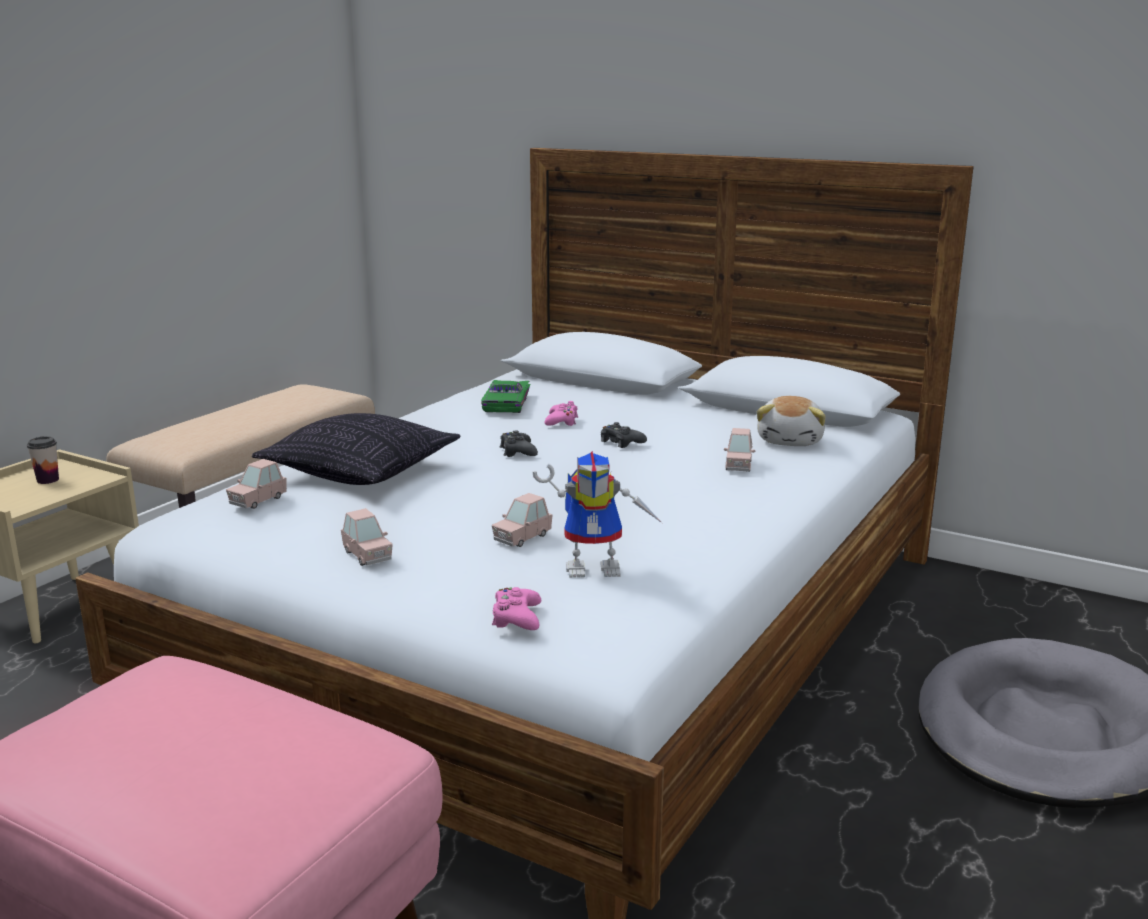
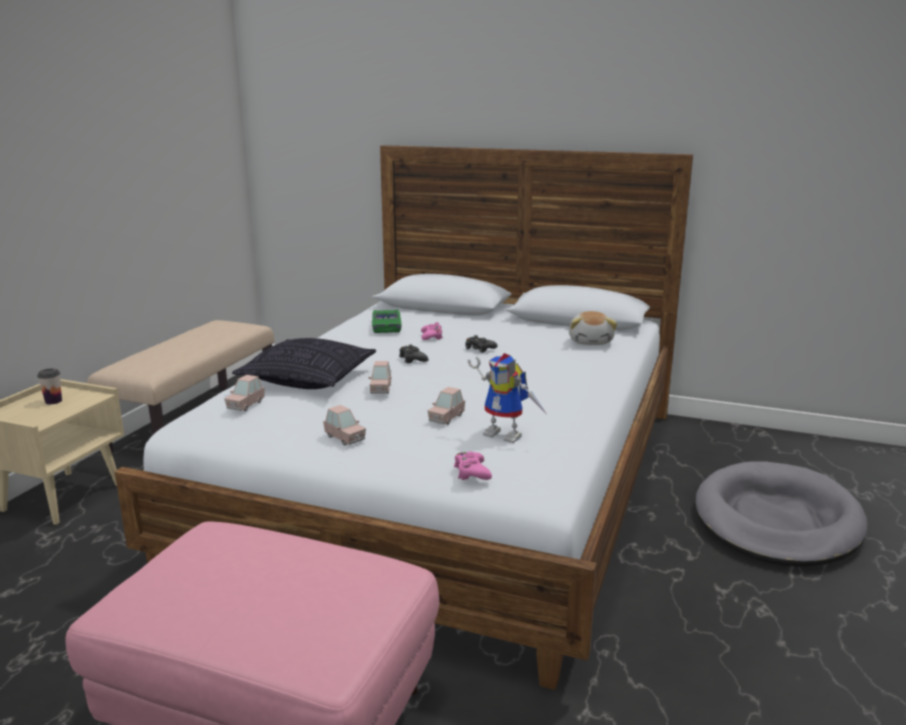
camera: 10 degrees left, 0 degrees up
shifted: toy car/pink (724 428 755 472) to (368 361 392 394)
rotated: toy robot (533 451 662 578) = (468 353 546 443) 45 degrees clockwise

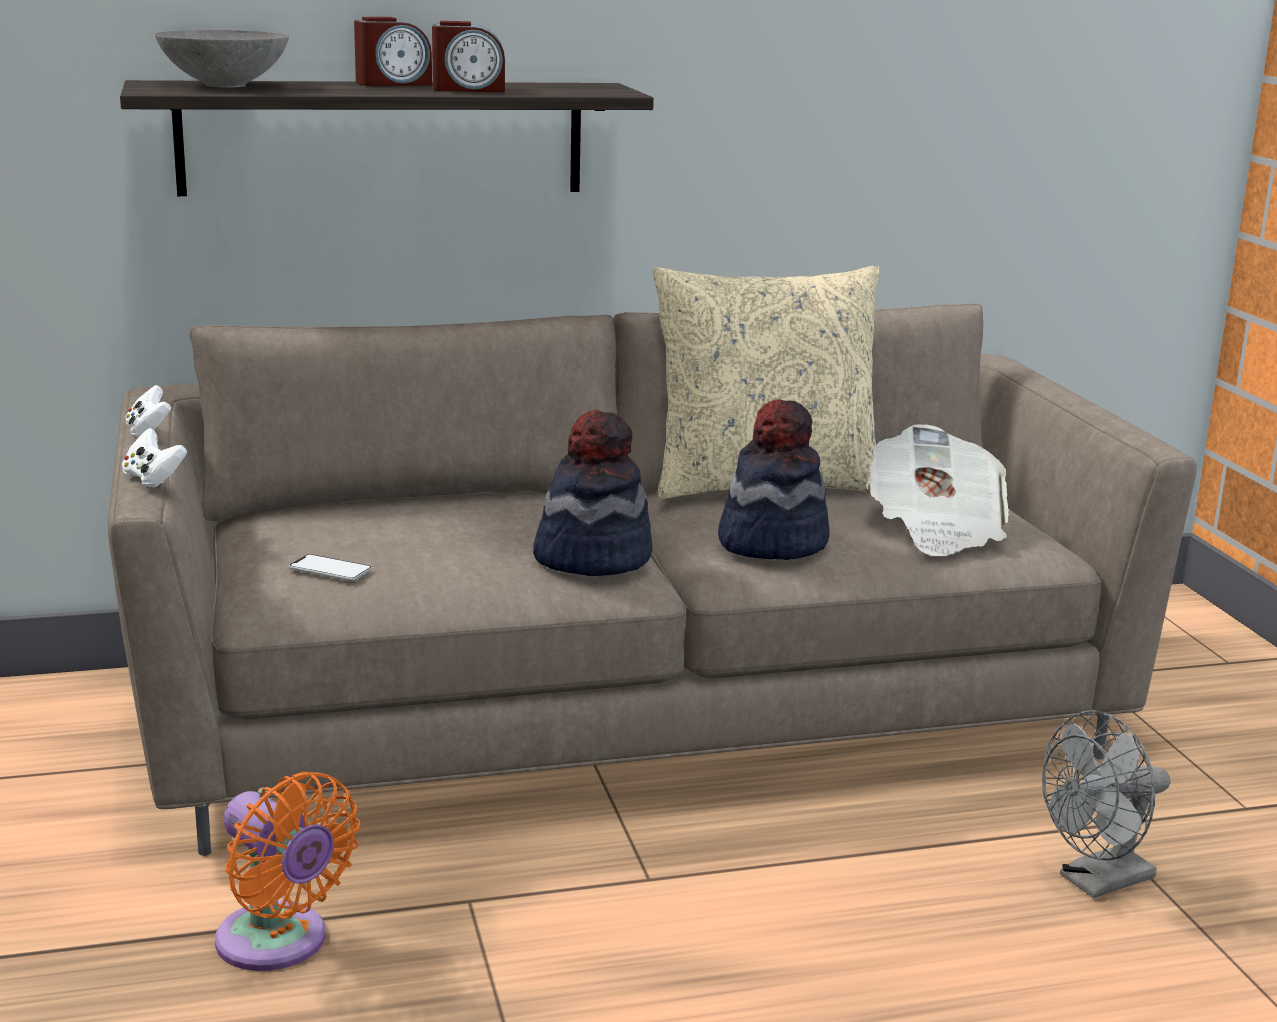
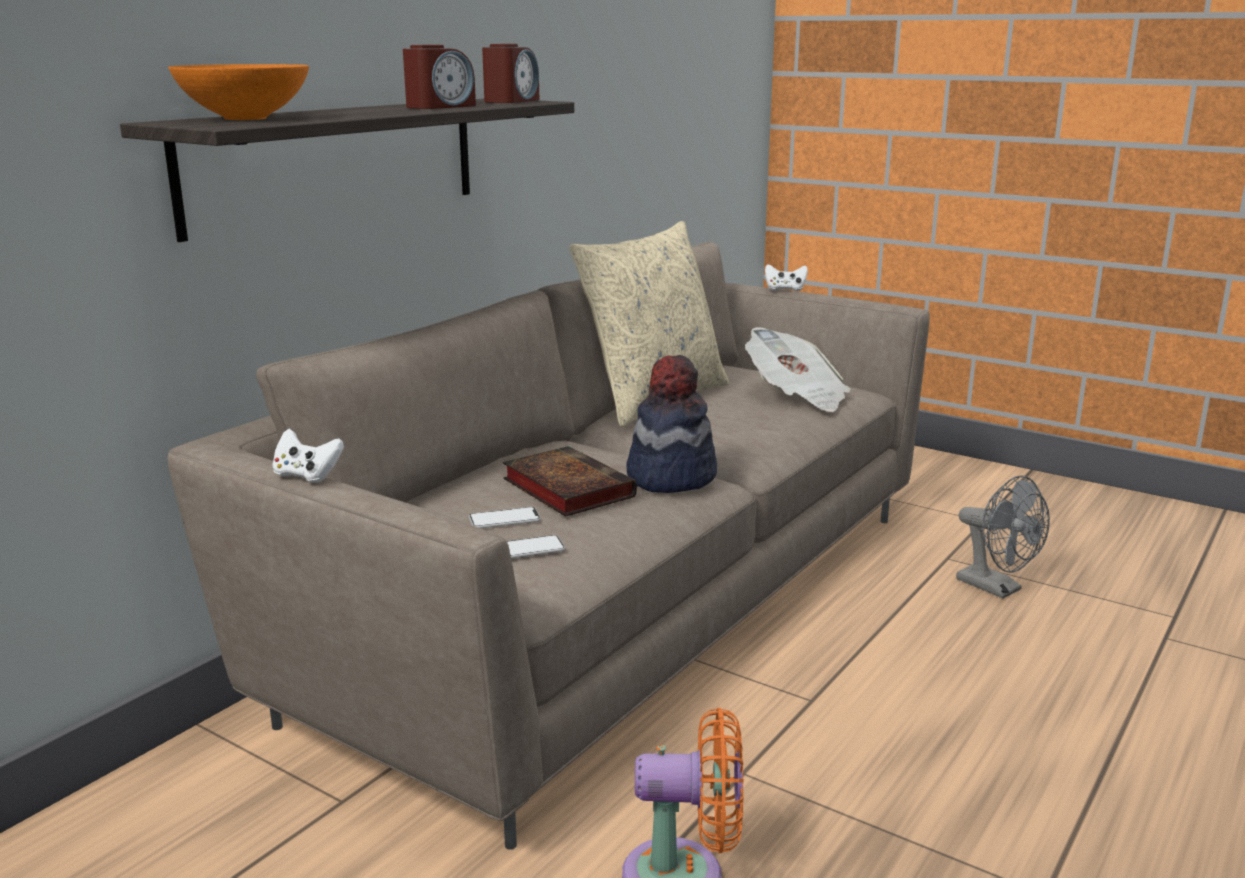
camera: 40 degrees left, 0 degrees up
gone: hat (718 399 830 560)
new: phone (469 507 541 528); book (503 446 637 517)
shifted: game controller/white (122 428 187 488) to (765 264 808 291); alarm clock (354 17 432 86) to (482 44 540 103)
repainted: bowl/grey (155 30 289 87) to bowl/orange (168 64 309 120)
rotated: fan/grey (1042 710 1171 898) = (956 475 1050 599) 60 degrees counterclockwise

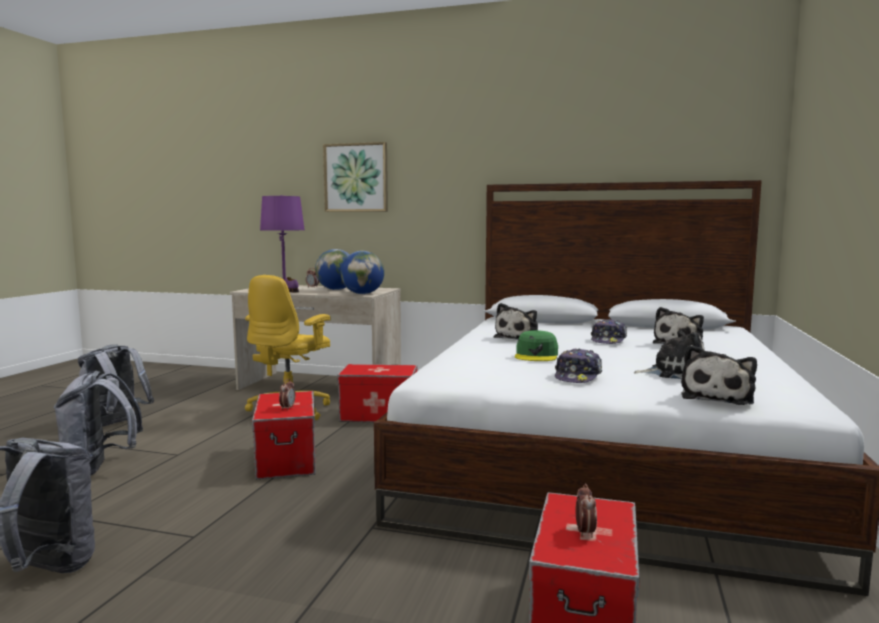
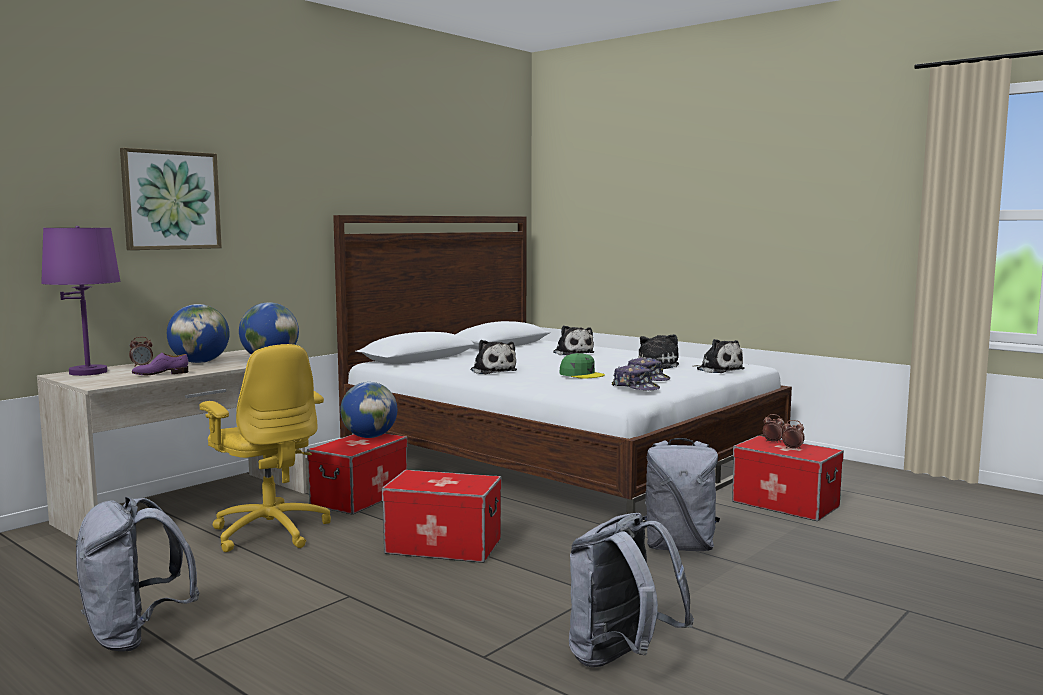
camera: 65 degrees left, 0 degrees up
new: globe (340 382 397 438)
shifted: backpack/grey (53 371 143 476) to (642 438 720 551); alarm clock (279 379 296 410) to (763 414 785 443); cap (591 319 627 344) to (612 365 660 391)

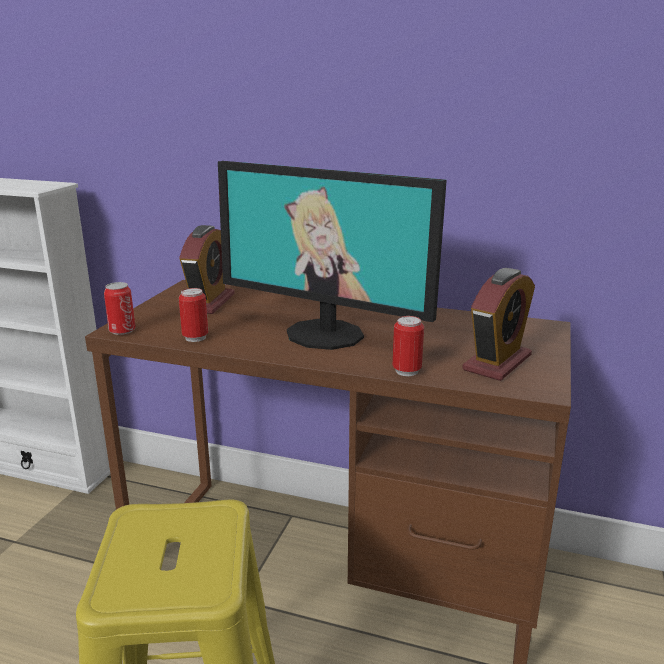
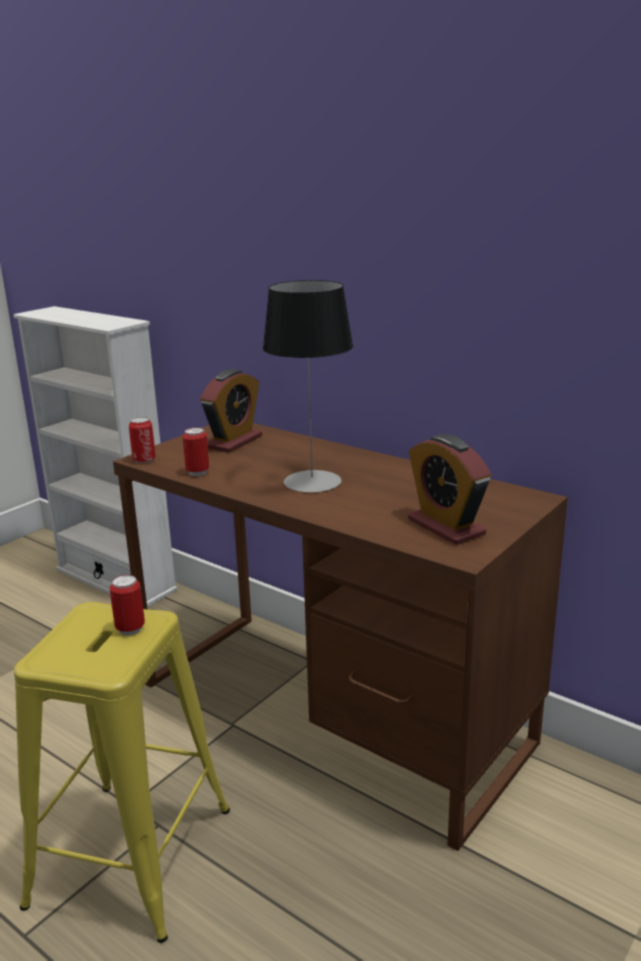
camera: 20 degrees right, 0 degrees up
shifted: can (393 316 424 376) to (110 575 145 635)
swapped: monitor (218 161 447 350) to table lamp (263 280 353 493)
rotated: alarm clock (462 268 535 381) = (408 434 492 545) 90 degrees clockwise

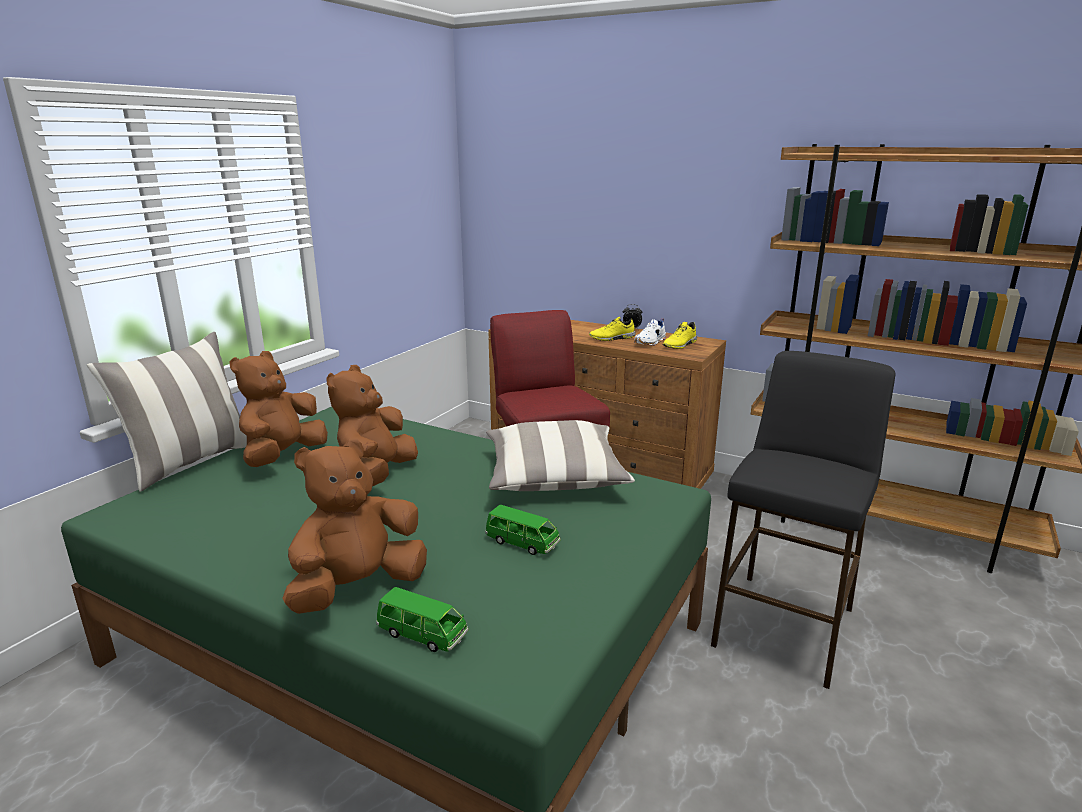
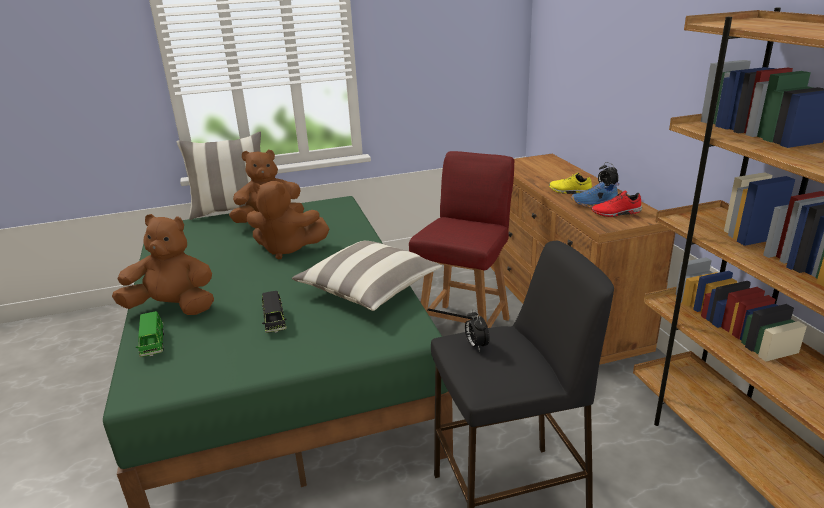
camera: 45 degrees right, 5 degrees up
new: alarm clock (465 309 490 351)
repainted: toy car/green (485 505 560 555) to toy car/black (262 291 287 333); shoe/white (634 318 666 346) to shoe/blue (571 182 619 208); shoe/yellow (663 322 697 349) to shoe/red (591 191 642 217)
rotated: plush toy/brown (326 365 418 486) = (247 181 329 260) 135 degrees counterclockwise

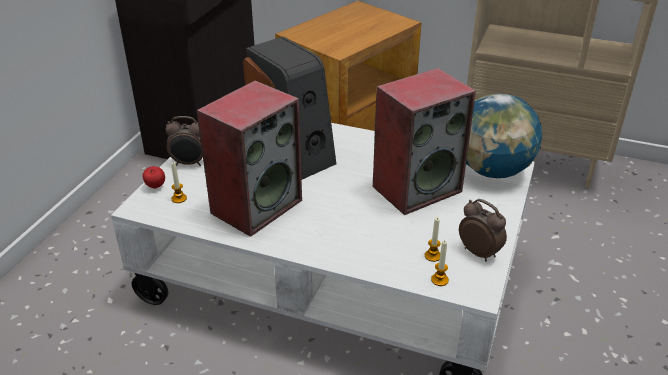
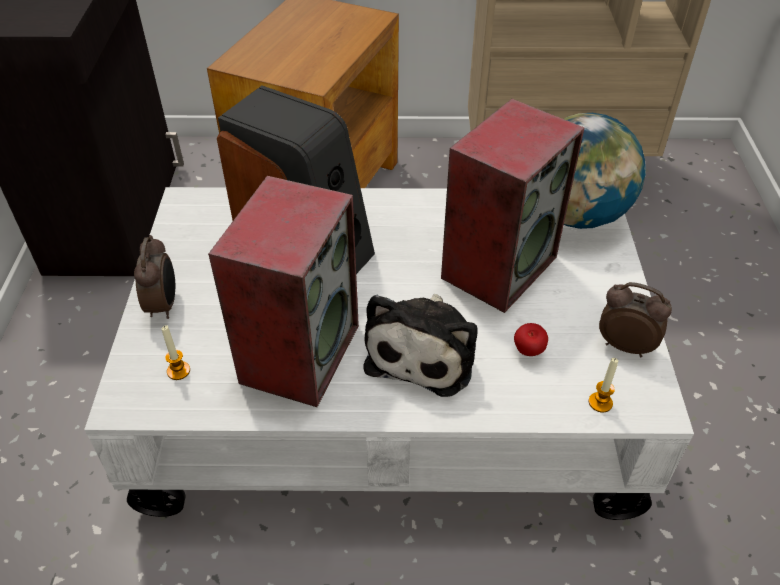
camera: 20 degrees left, 10 degrees up
gone: candle (425 217 441 262)
new: plush toy (363 294 478 397)
shifted: apple (142 166 165 189) to (514 323 548 356)
rotated: alarm clock (166 116 203 166) = (134 235 175 319) 75 degrees counterclockwise

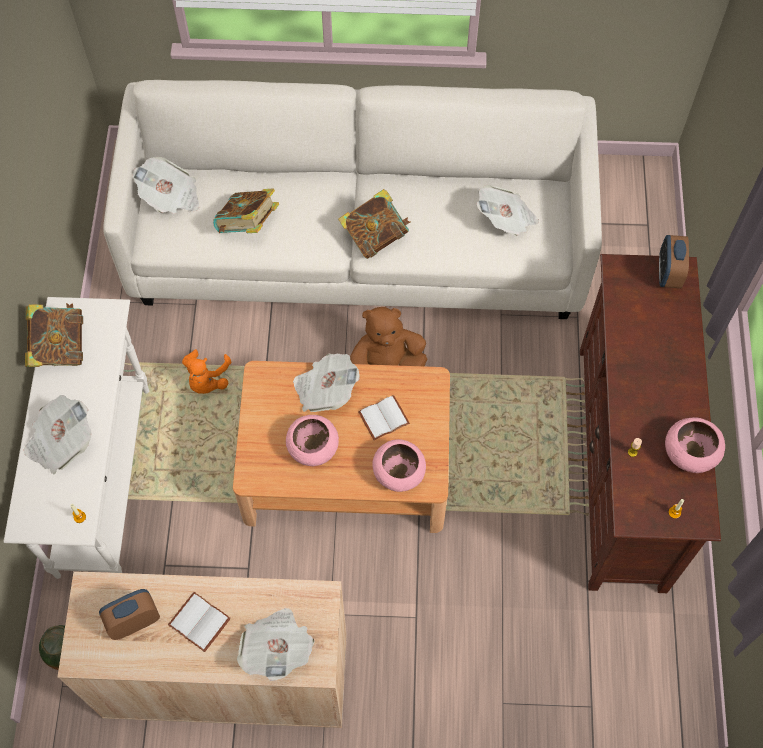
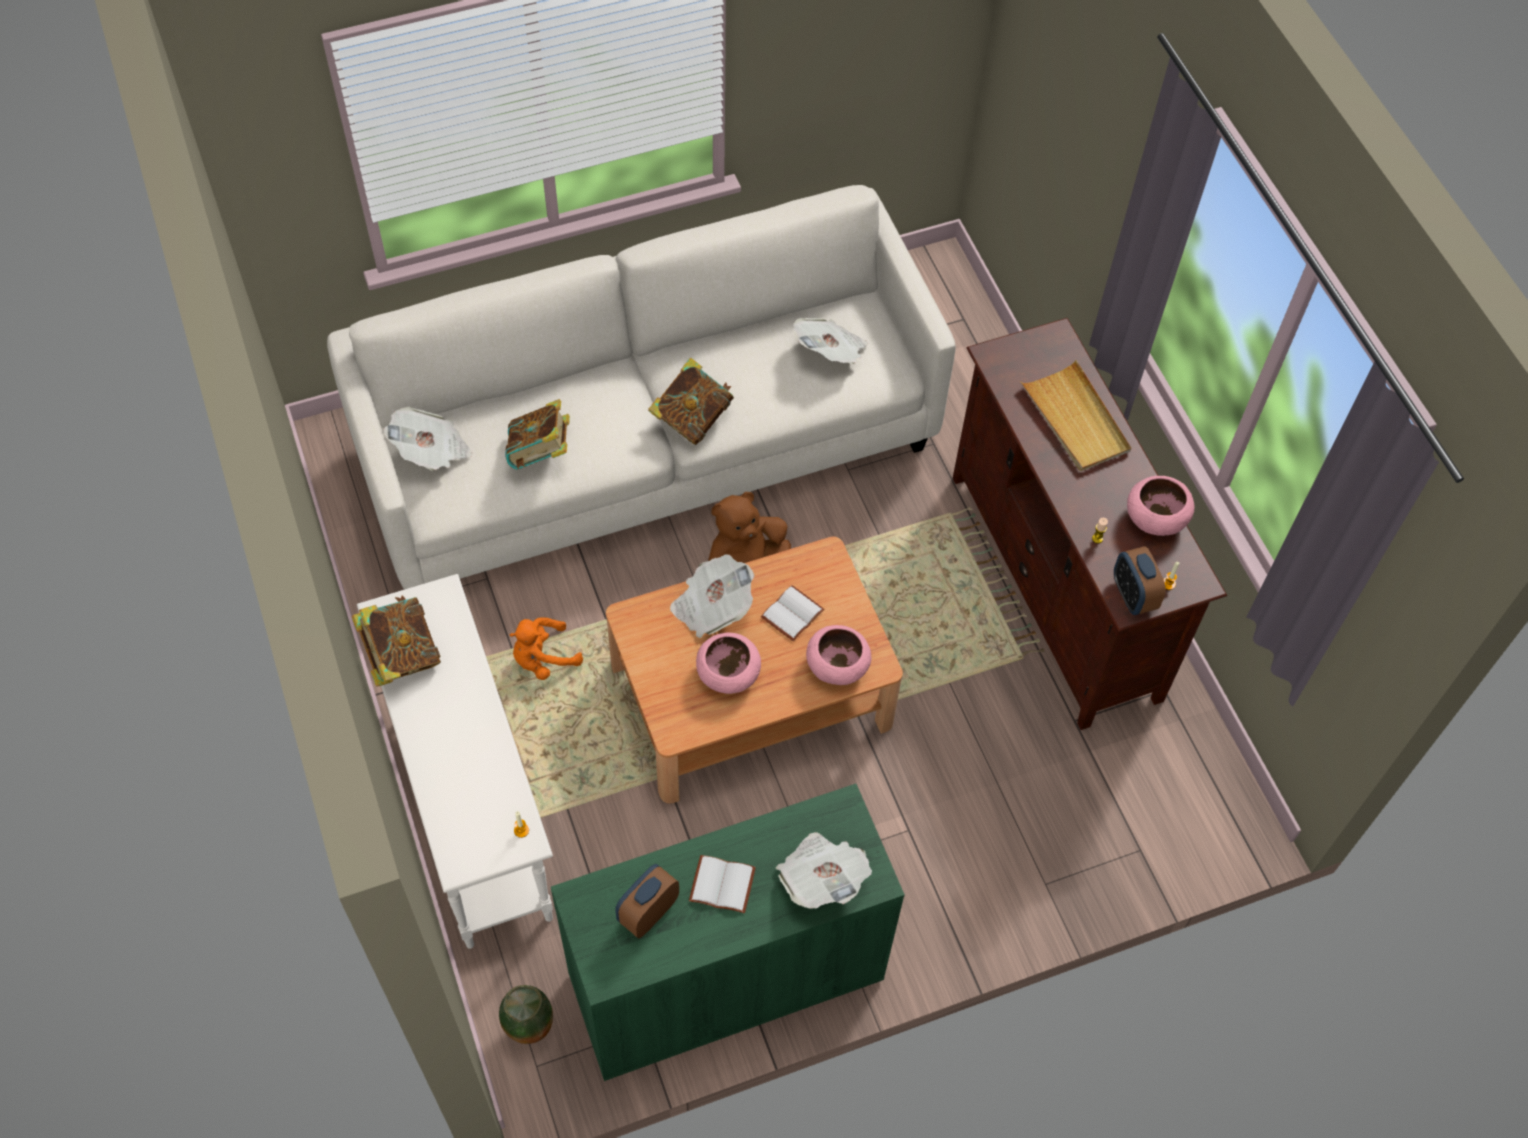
camera: 25 degrees left, 5 degrees down
gone: newspaper (24 395 92 474)
new: tray/beige (1020 360 1131 471)
shifted: alarm clock (659 235 689 288) to (1114 546 1166 615)
repainted: cabinet/beige (57 571 347 728) to cabinet/green (551 784 905 1081)
rotated: plush toy/orange (182 349 231 394) = (510 617 583 680) 75 degrees clockwise

